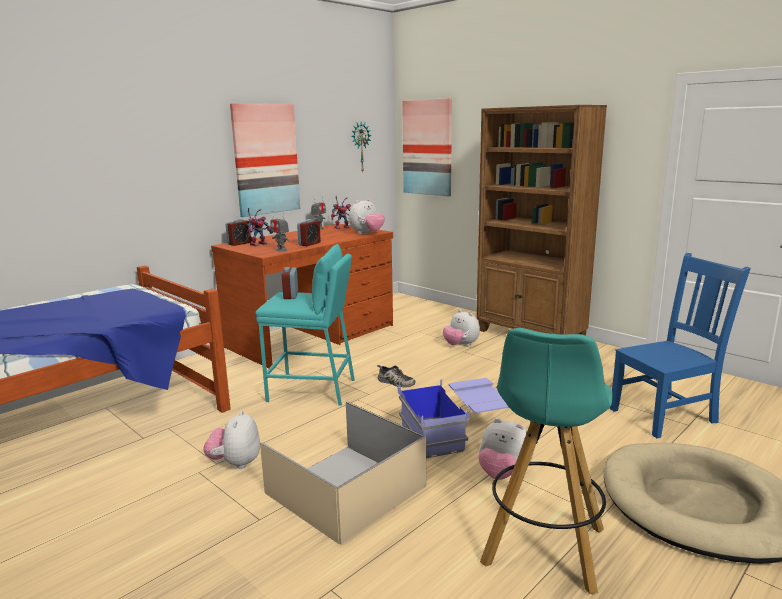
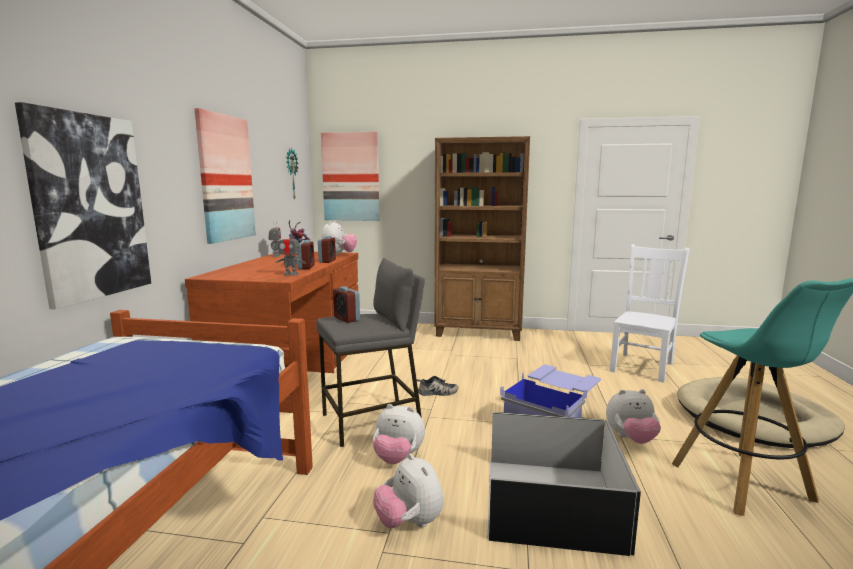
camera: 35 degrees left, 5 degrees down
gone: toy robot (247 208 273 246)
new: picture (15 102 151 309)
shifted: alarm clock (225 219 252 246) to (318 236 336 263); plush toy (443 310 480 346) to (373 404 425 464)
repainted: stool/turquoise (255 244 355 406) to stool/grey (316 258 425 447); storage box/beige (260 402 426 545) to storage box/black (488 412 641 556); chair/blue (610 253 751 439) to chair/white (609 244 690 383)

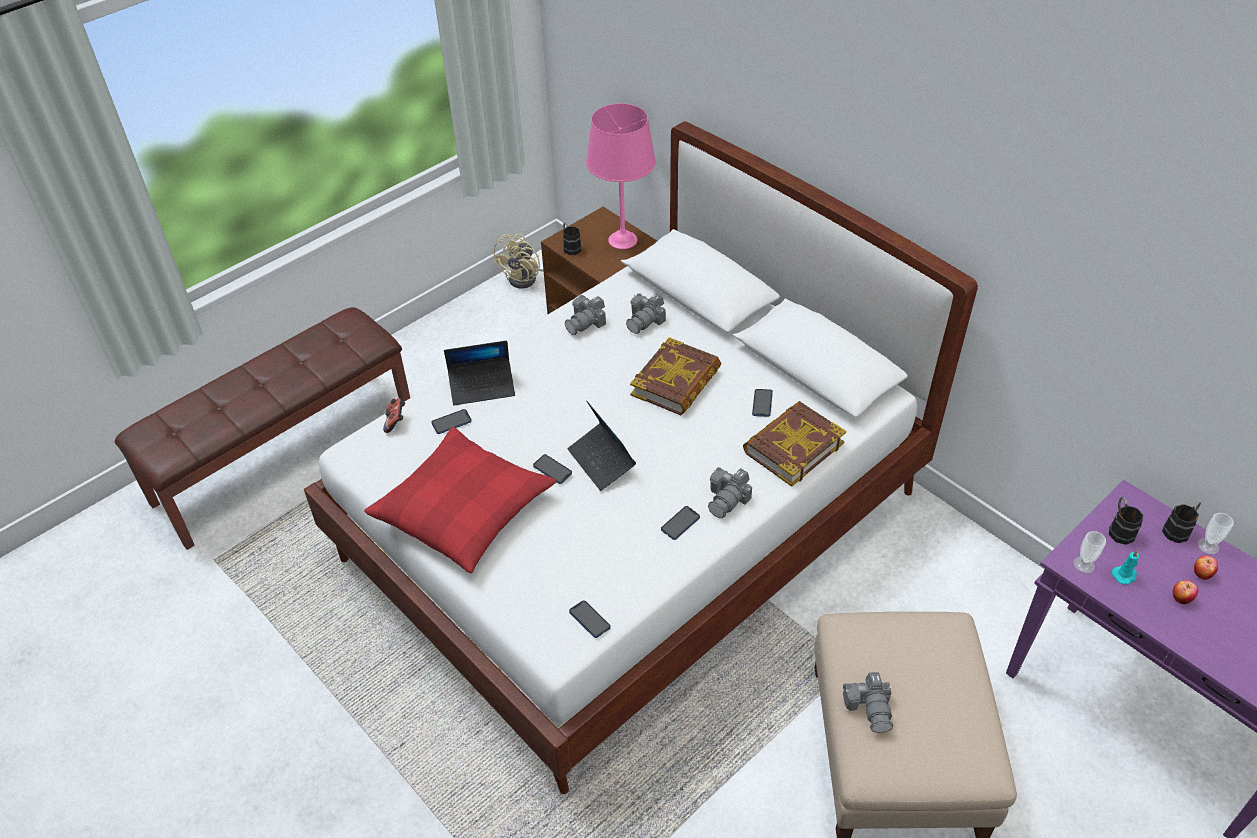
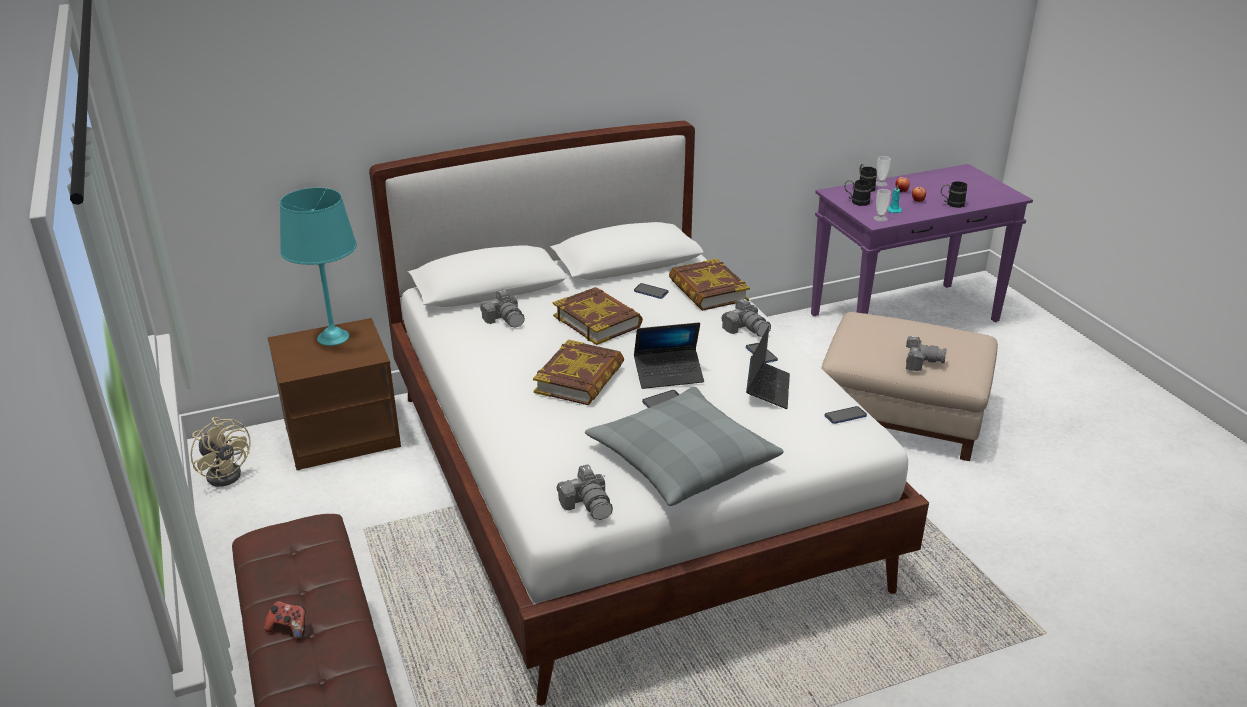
camera: 70 degrees left, 15 degrees down
gone: phone (431 409 472 434)
new: book (533 339 624 405)
shifted: game controller (383 398 405 433) to (264 601 306 640); laptop (444 341 515 405) to (746 326 790 409); mug/black (563 222 581 255) to (941 181 967 208); photo camera (565 295 606 335) to (557 465 613 520)
repainted: pillow/red (364 427 557 573) to pillow/grey (585 386 784 506); table lamp/pink (586 103 656 249) to table lamp/turquoise (280 188 357 346)

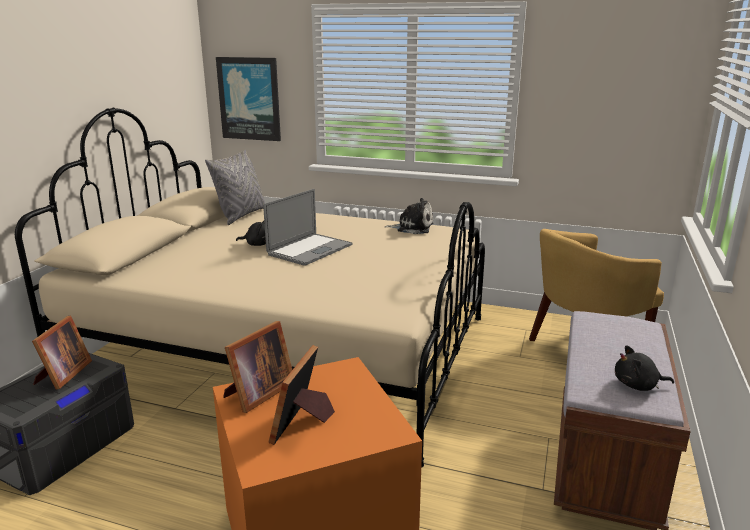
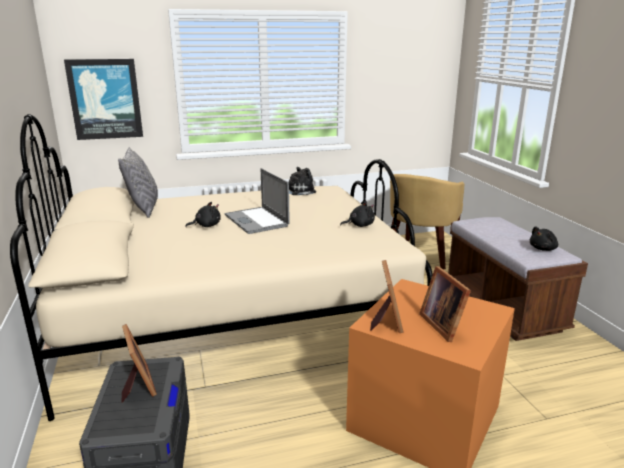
camera: 35 degrees left, 0 degrees up
new: plush toy/black (340 202 375 227)
rotated: laptop (263 189 353 266) = (225 168 290 234) 150 degrees clockwise

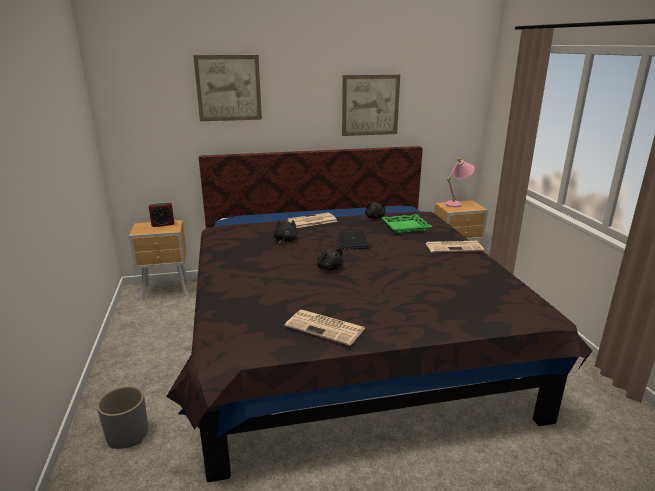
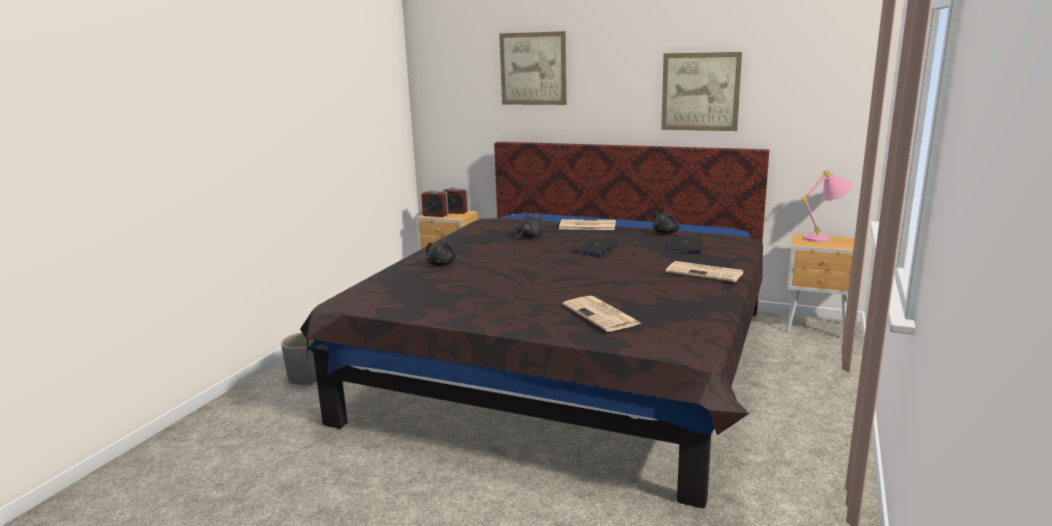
camera: 35 degrees right, 5 degrees down
new: alarm clock (421 190 448 217)
shifted: newspaper (285 310 365 346) to (563 296 642 332); plush toy/black (317 248 344 270) to (426 242 456 266)
swapped: tray/green (381 214 432 233) to laptop (668 236 703 253)

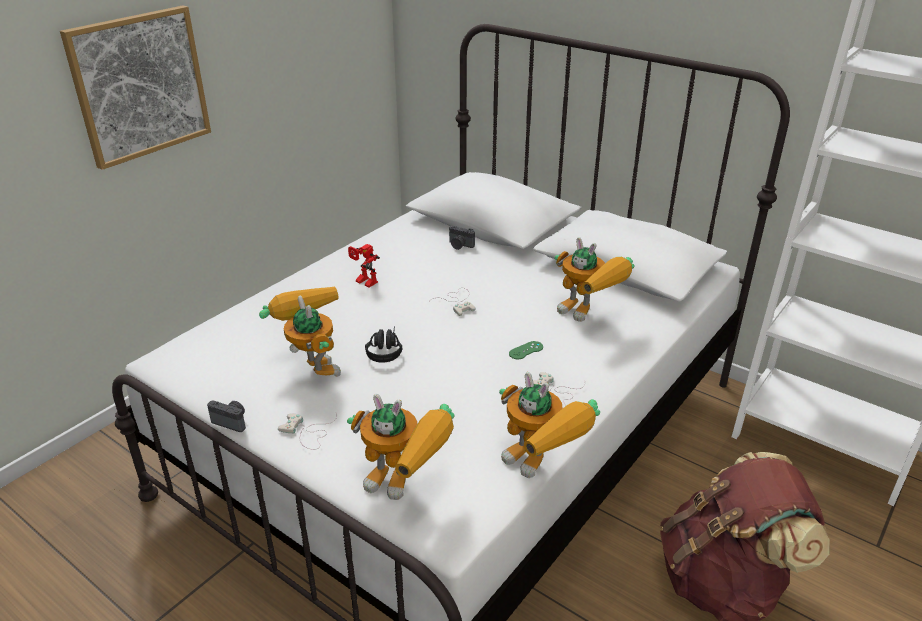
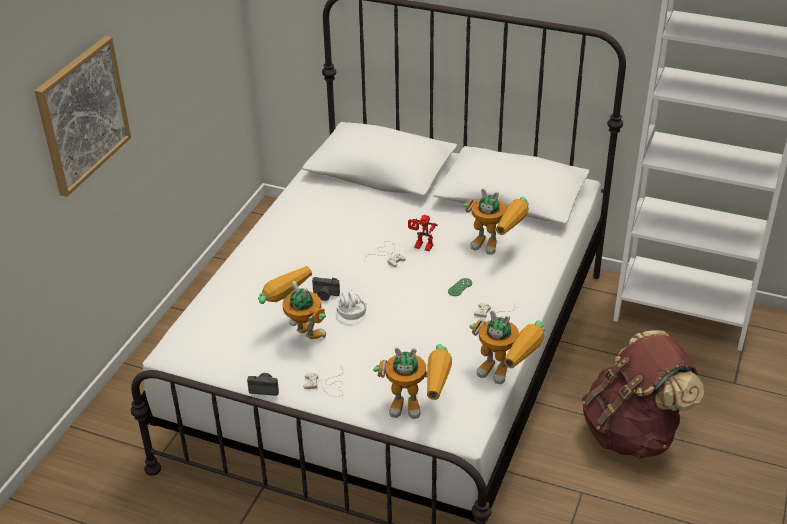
camera: 15 degrees left, 5 degrees up
shifted: toy robot (348 244 380 287) to (408 215 438 251); photo camera (449 226 475 250) to (312 277 340 301)
repainted: headphones/black (365 326 402 363) to headphones/white (337 287 366 320)

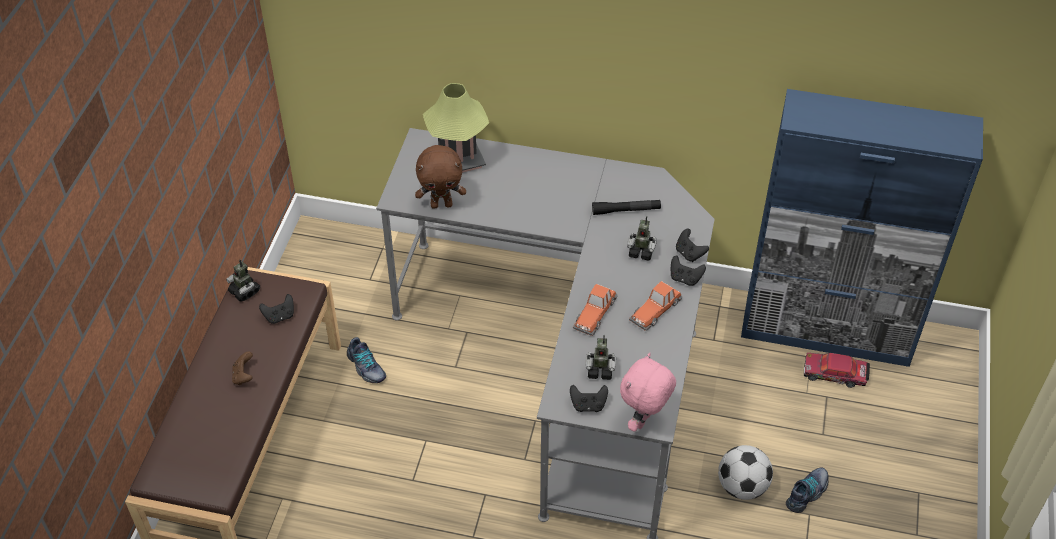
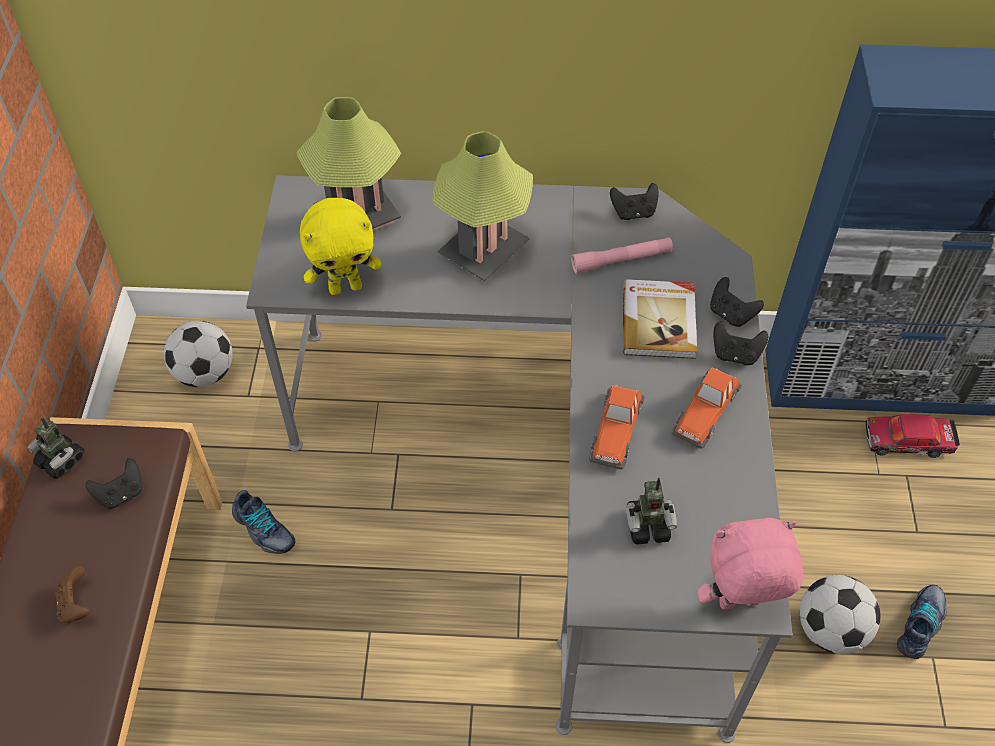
camera: 10 degrees left, 5 degrees up
new: football (164 321 233 387); table lamp (432 131 533 281)
shifted: game controller/black (570 385 608 412) to (610 183 659 220)
swapped: toy robot (627 216 657 261) to book (623 279 697 359)
repainted: plush toy/brown (415 145 466 209) to plush toy/yellow (300 198 381 295); flashlight/black (592 200 661 215) to flashlight/pink (571 237 673 273)
rotated: plush toy/pink (620 353 676 432) = (697 518 803 609) 60 degrees clockwise

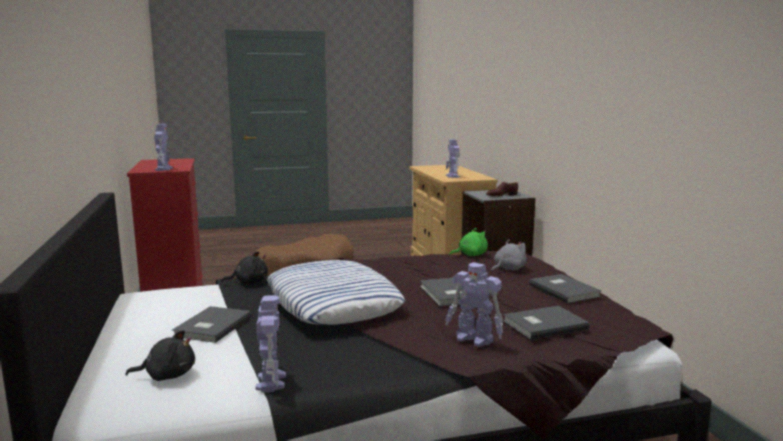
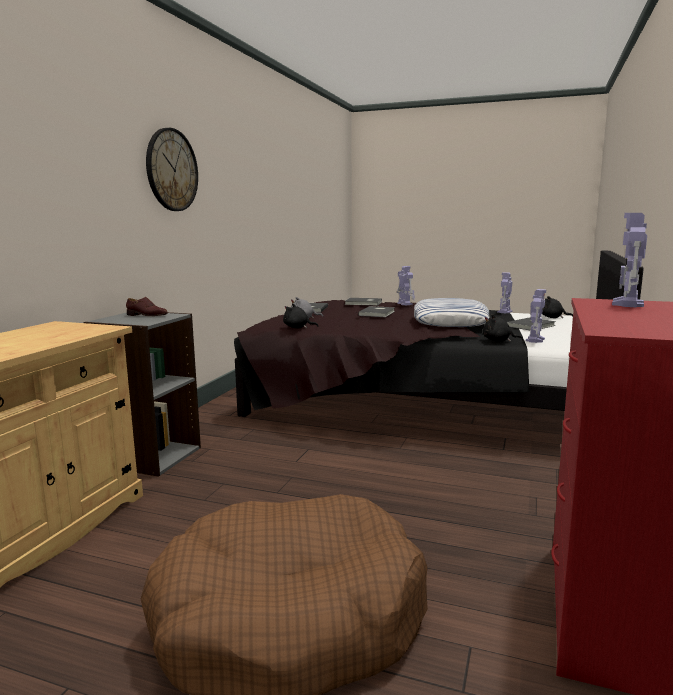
camera: 145 degrees left, 0 degrees up
new: wall clock (146 128 198 211)
shifted: toy robot (446 139 460 178) to (526 289 546 343)
repainted: plush toy/green (449 228 488 256) to plush toy/black (283 304 318 328)

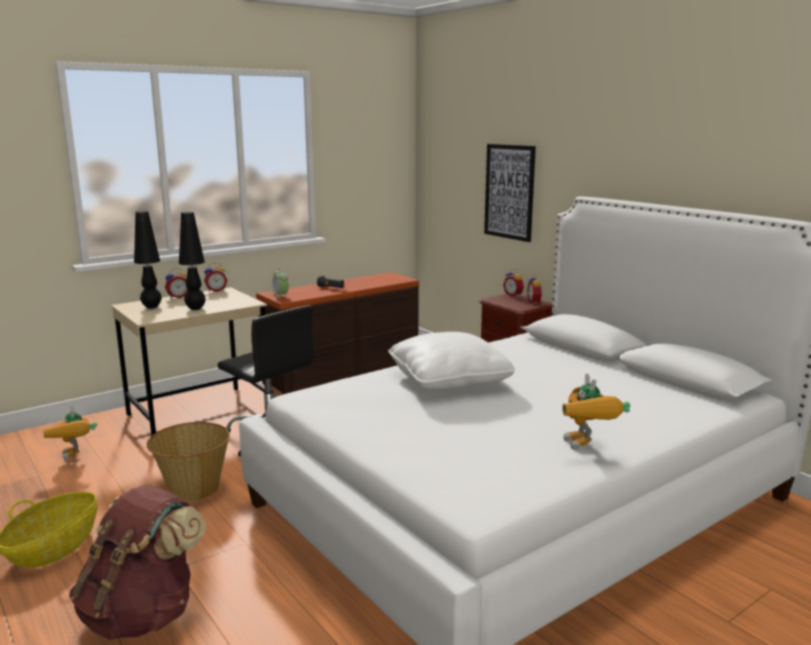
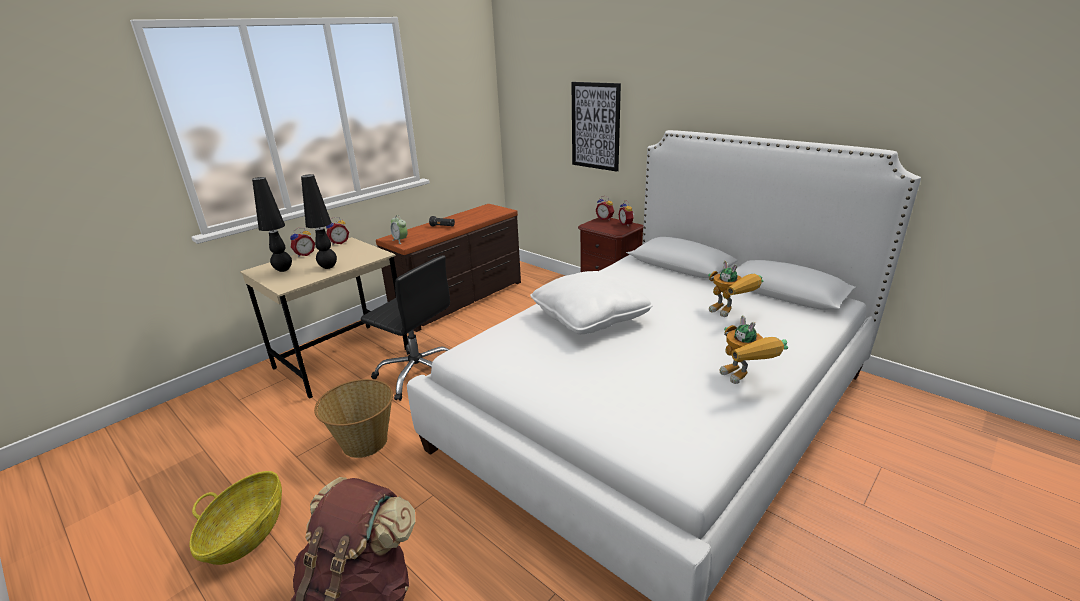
camera: 10 degrees left, 10 degrees up
shifted: toy robot (43 405 97 460) to (708 261 763 317)

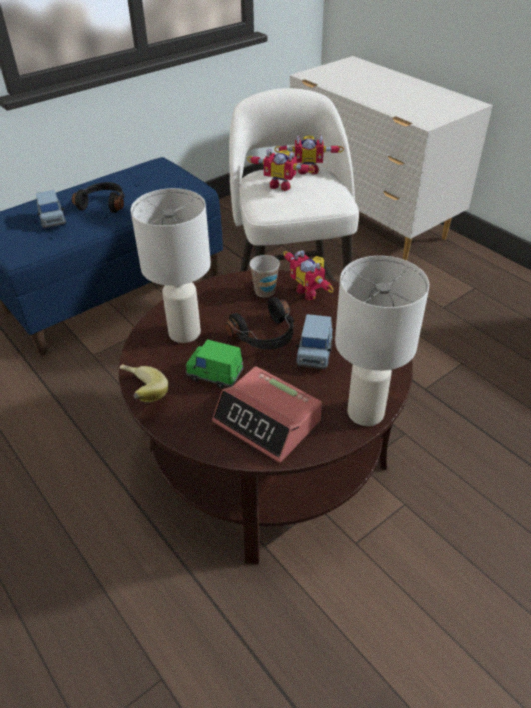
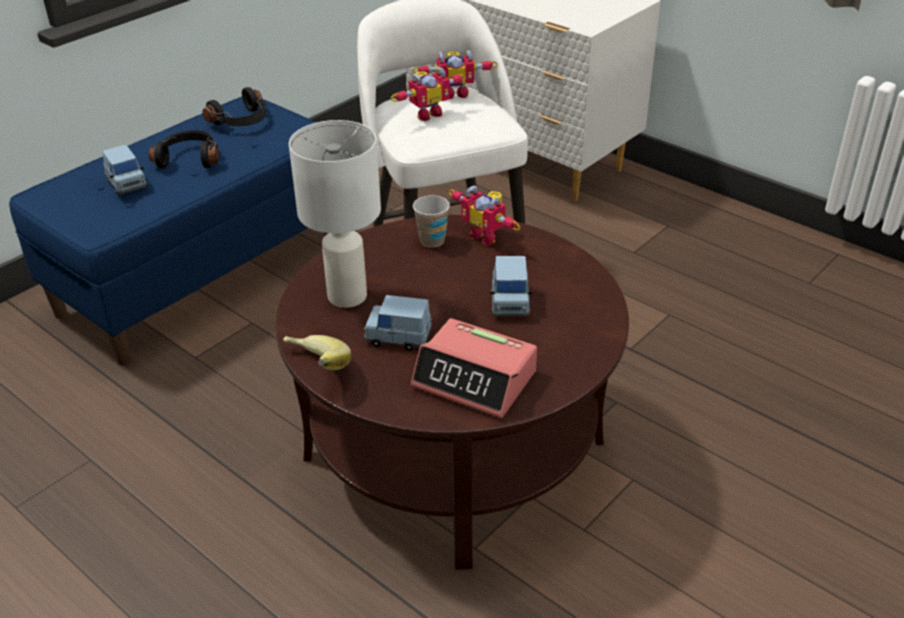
camera: 10 degrees left, 5 degrees down
gone: table lamp/white (335 256 429 426)
shifted: headphones/black (225 297 295 349) to (202 87 267 126)
repainted: toy car/green (186 339 243 388) to toy car/blue (364 295 432 351)
rotated: toy robot (247 148 315 191) = (391 67 466 121) 45 degrees counterclockwise

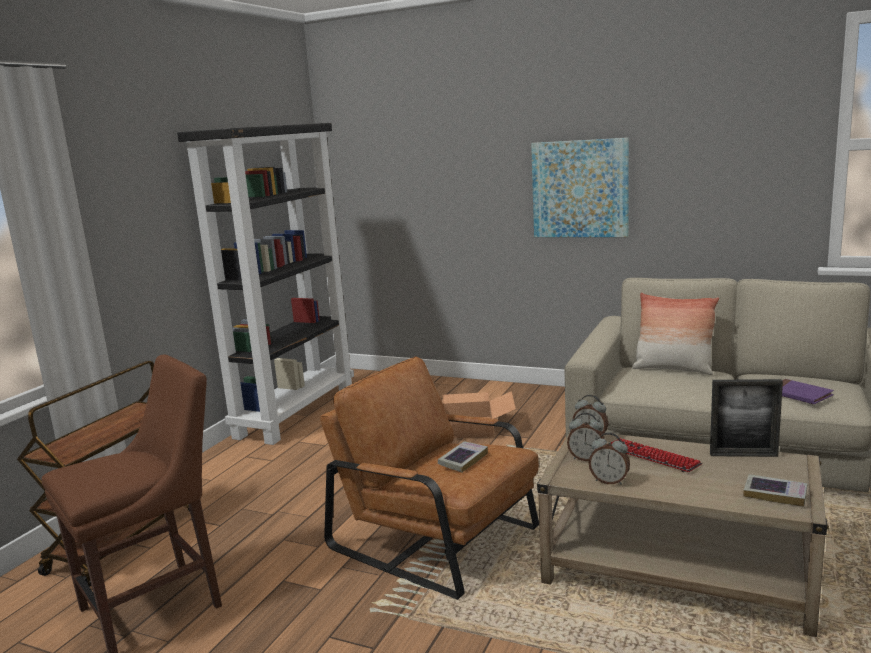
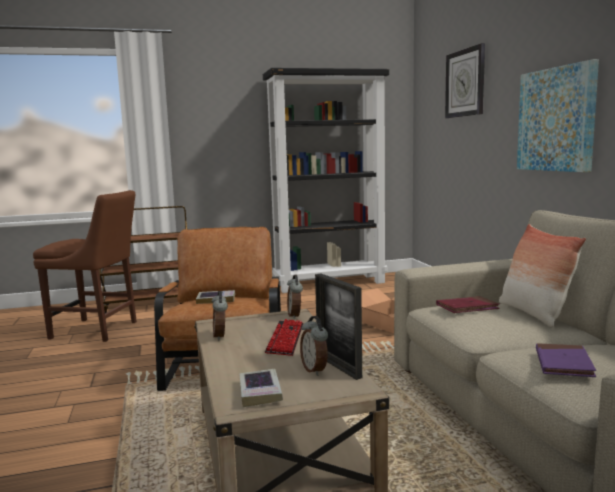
camera: 50 degrees right, 5 degrees down
new: book/red (436 296 500 313); wall clock (445 43 485 118)
shifted: alarm clock (567 413 604 461) to (300 316 328 376)

